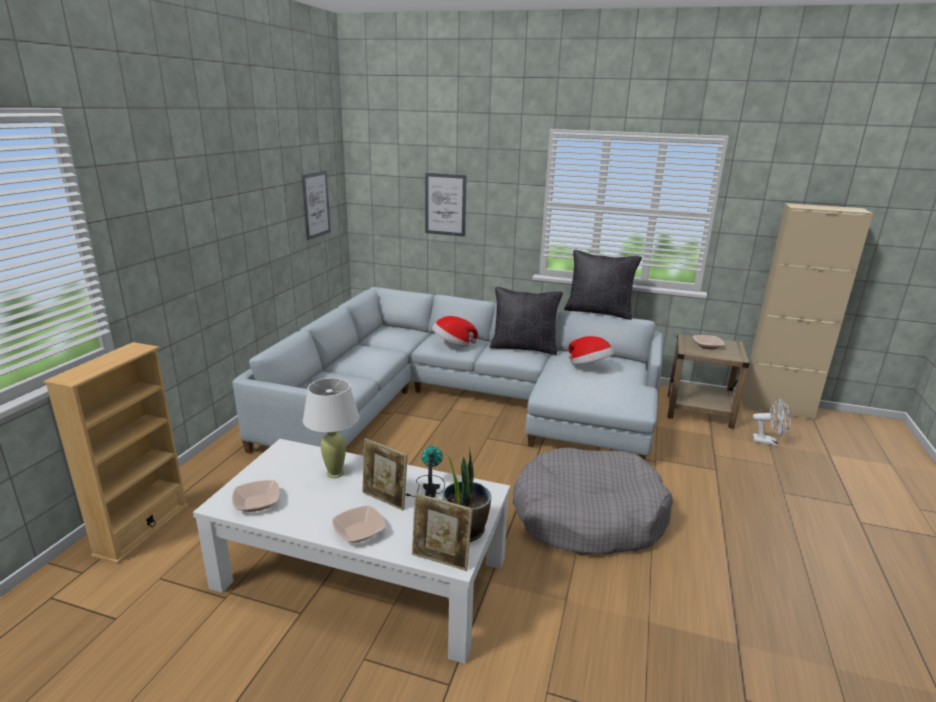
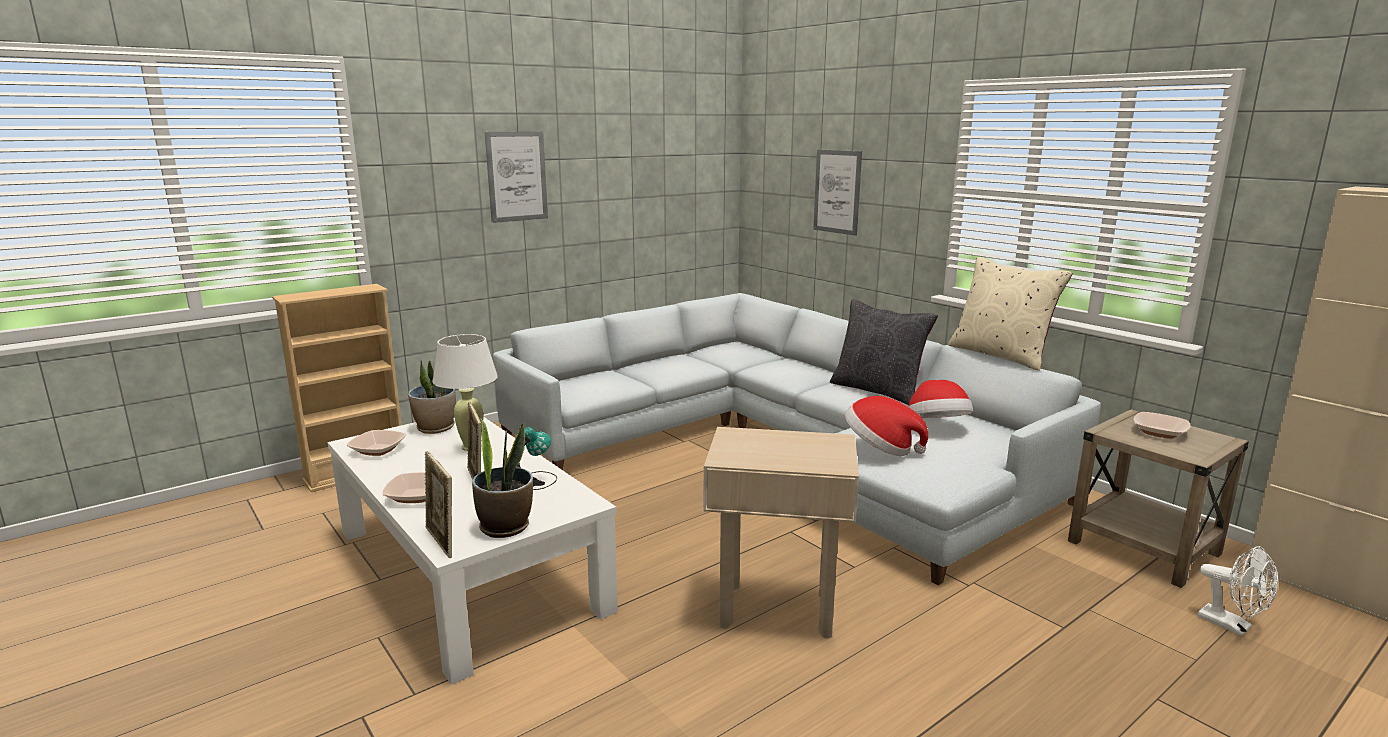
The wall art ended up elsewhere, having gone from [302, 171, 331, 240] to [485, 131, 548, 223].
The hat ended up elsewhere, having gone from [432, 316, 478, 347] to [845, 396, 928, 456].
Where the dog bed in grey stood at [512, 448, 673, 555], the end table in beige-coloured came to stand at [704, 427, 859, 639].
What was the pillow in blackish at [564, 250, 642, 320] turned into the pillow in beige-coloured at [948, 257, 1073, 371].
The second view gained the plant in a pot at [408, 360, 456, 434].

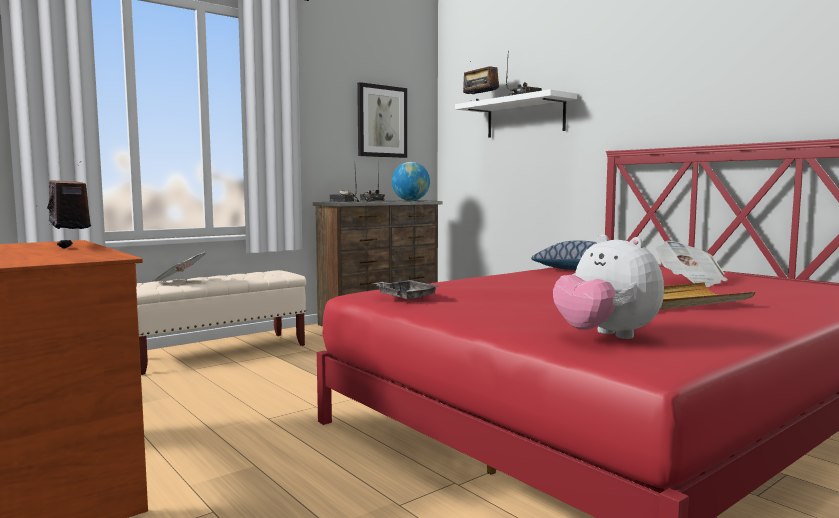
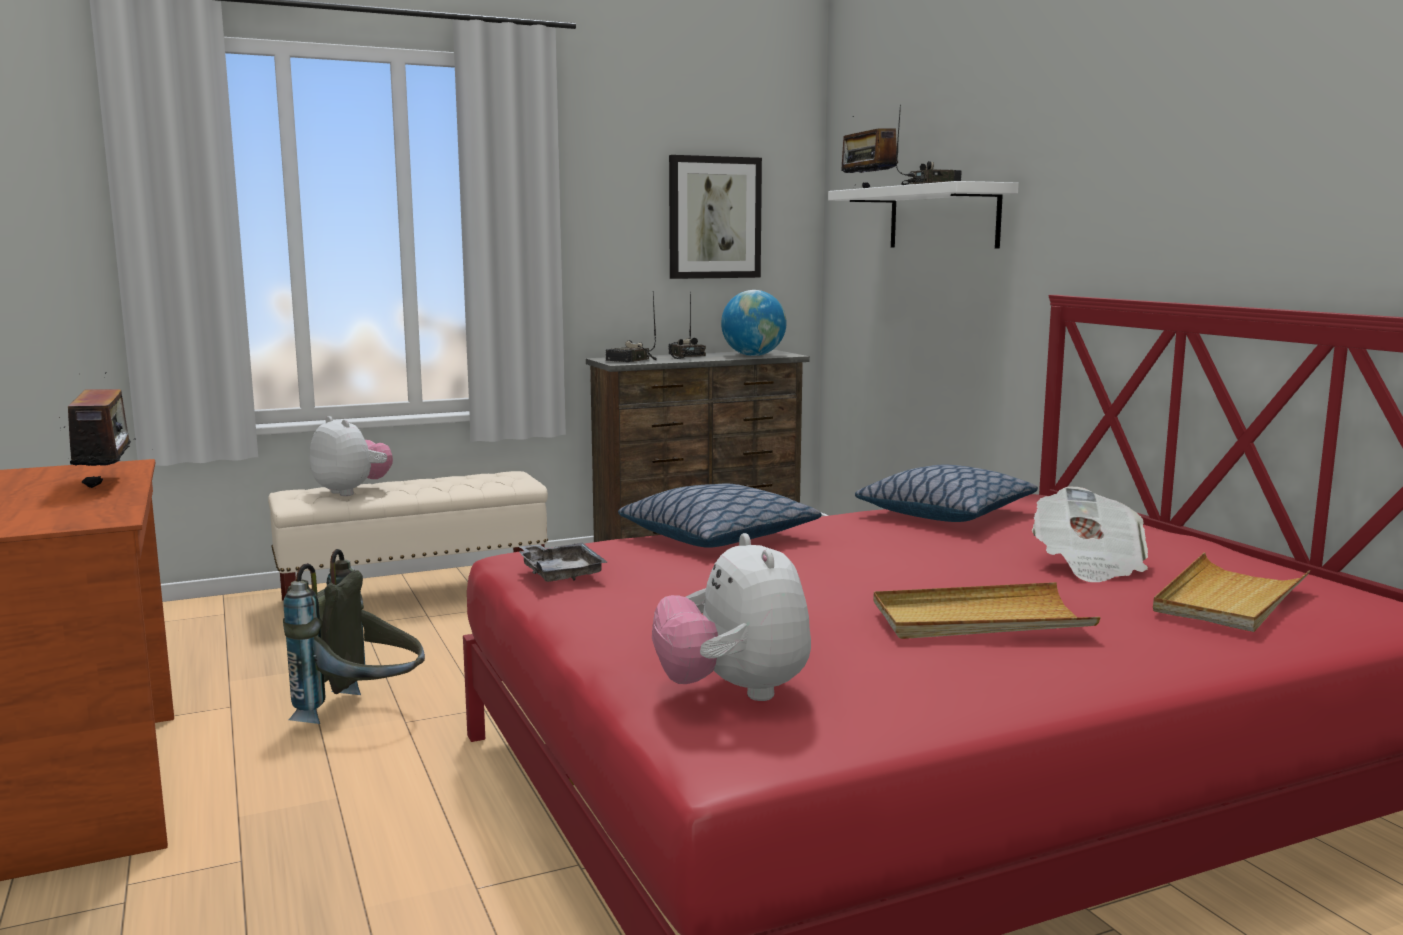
Where the newspaper stood at [152, 252, 206, 282], the plush toy came to stand at [310, 416, 393, 496].
The second view gained the backpack in grey at [283, 549, 425, 724].
The second view gained the pillow at [618, 484, 821, 548].
The second view gained the serving tray in beige-coloured at [1153, 553, 1311, 632].

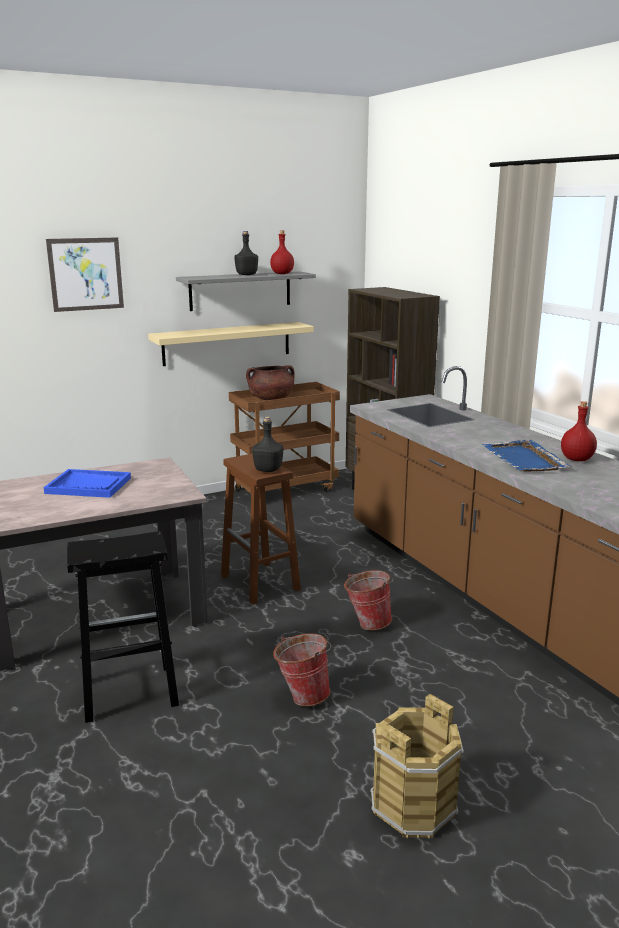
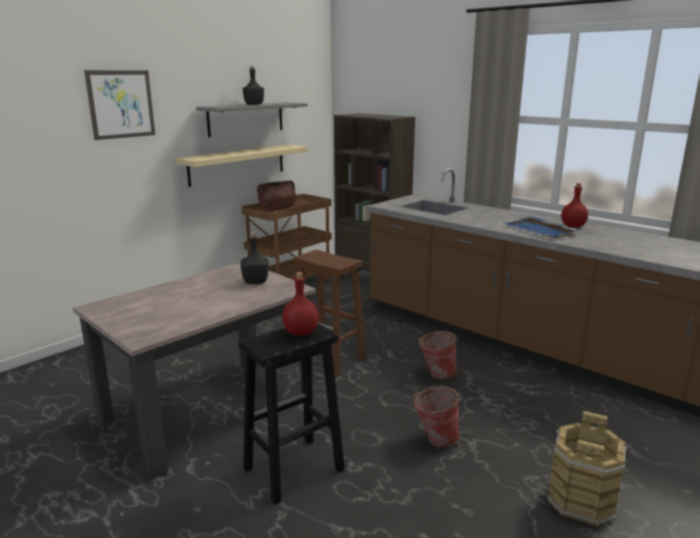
The second view lost the serving tray in blue at [44, 469, 131, 498].
The beverage bottle in blackish ended up elsewhere, having gone from [252, 417, 283, 472] to [241, 233, 269, 284].
The beverage bottle in red-coloured ended up elsewhere, having gone from [270, 231, 294, 274] to [282, 272, 319, 336].

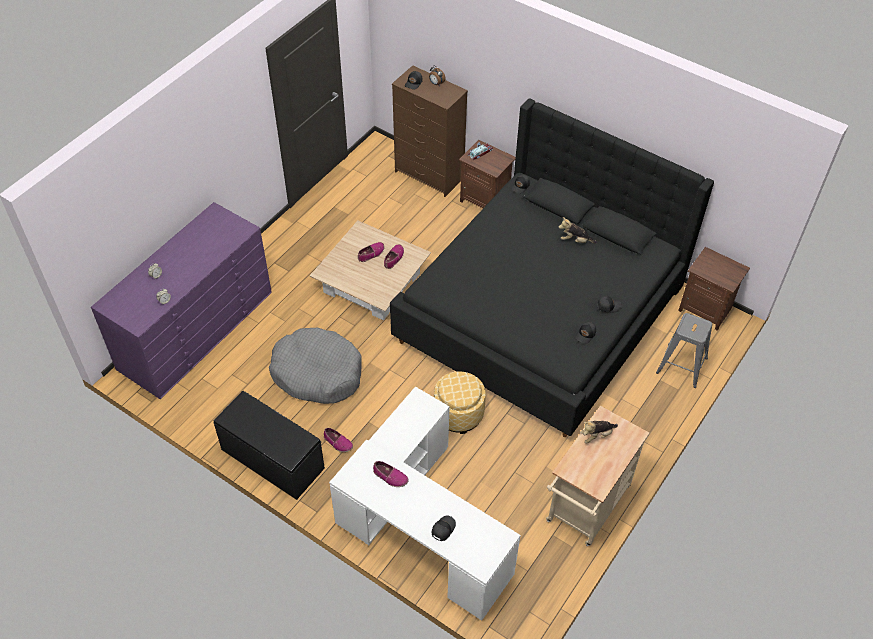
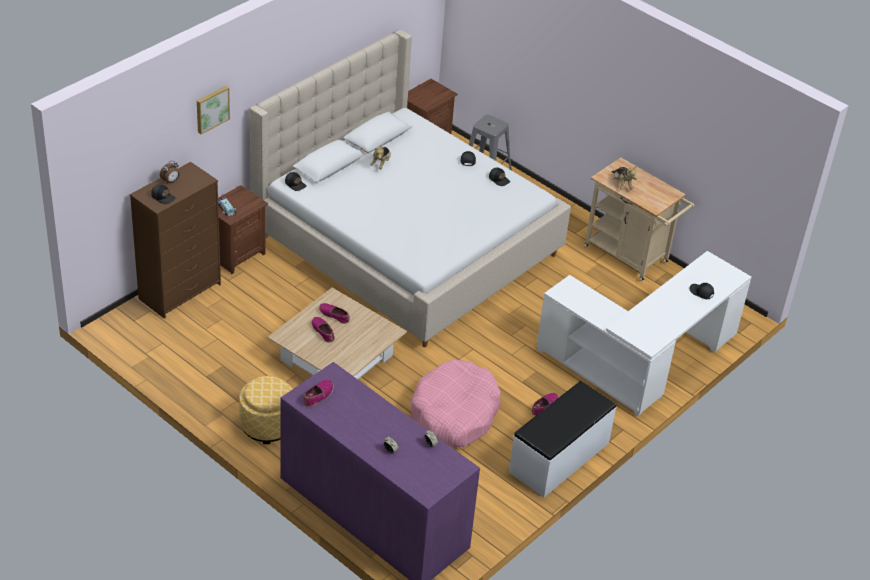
What was the bench in blackish at [214, 391, 325, 500] turned into the bench in white at [509, 381, 616, 497].
What was the dog bed in grey at [269, 328, 361, 404] turned into the dog bed in pinkish at [411, 360, 501, 447].
The item of footwear ended up elsewhere, having gone from [373, 461, 409, 487] to [303, 380, 334, 407].
What was the bed in blackish at [390, 99, 714, 437] turned into the bed in beige-coloured at [250, 29, 571, 347].
The footrest ended up elsewhere, having gone from [434, 371, 486, 434] to [239, 376, 292, 444].
The second view gained the wall art at [197, 86, 230, 134].

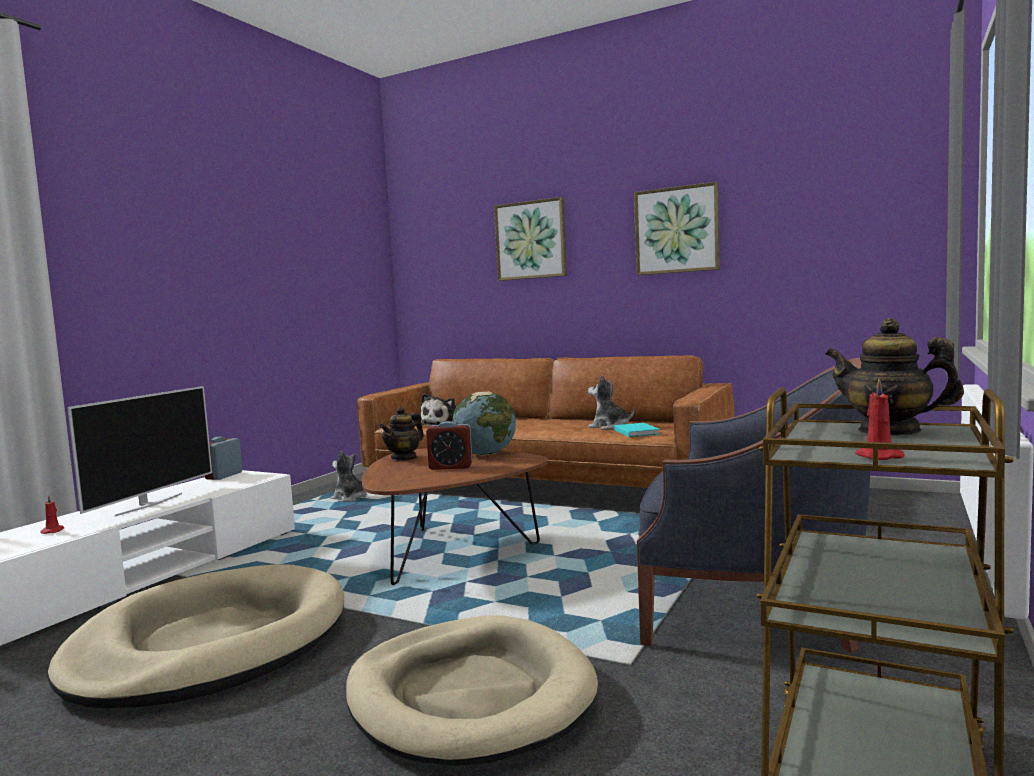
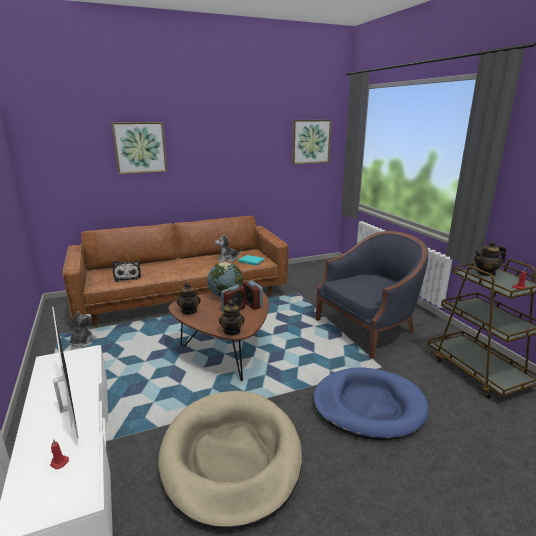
The alarm clock ended up elsewhere, having gone from [205, 437, 242, 480] to [243, 280, 263, 310].
The plush toy at [330, 451, 367, 502] ended up facing another way, 120 degrees clockwise from before.
What was the dog bed in beige-coloured at [346, 616, 598, 766] turned into the dog bed in blue at [313, 367, 429, 440].
The wall art ended up elsewhere, having gone from [634, 182, 720, 275] to [292, 120, 332, 164].
The second view gained the pot for tea at [219, 300, 245, 336].

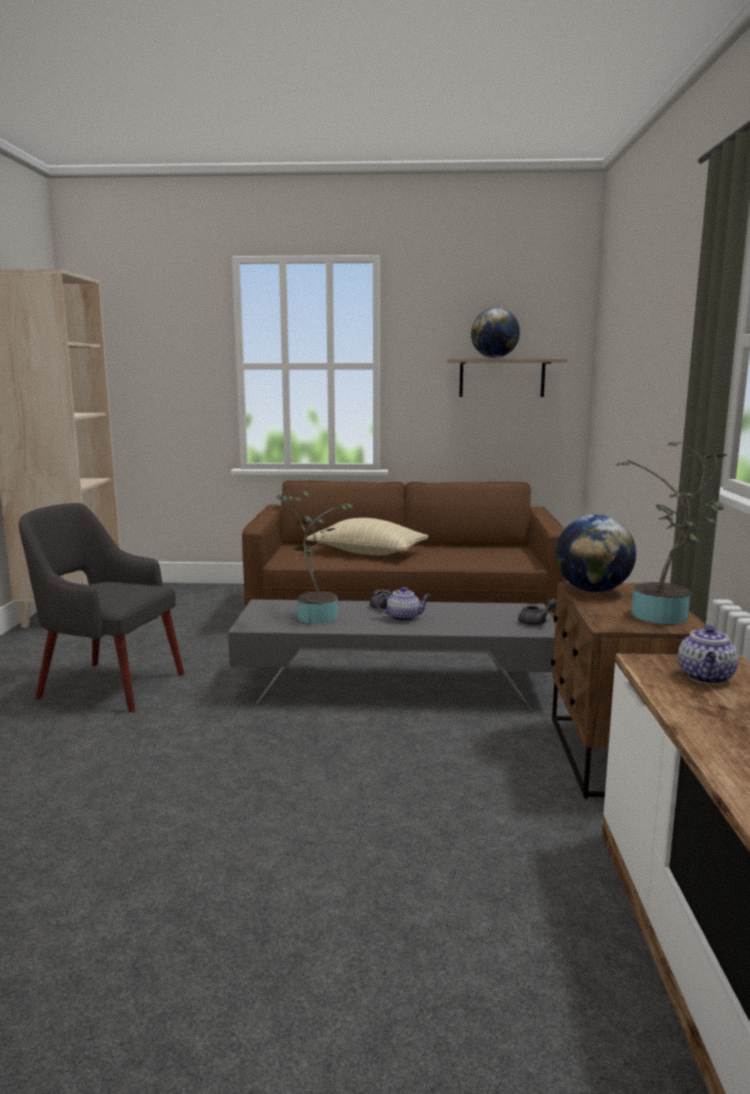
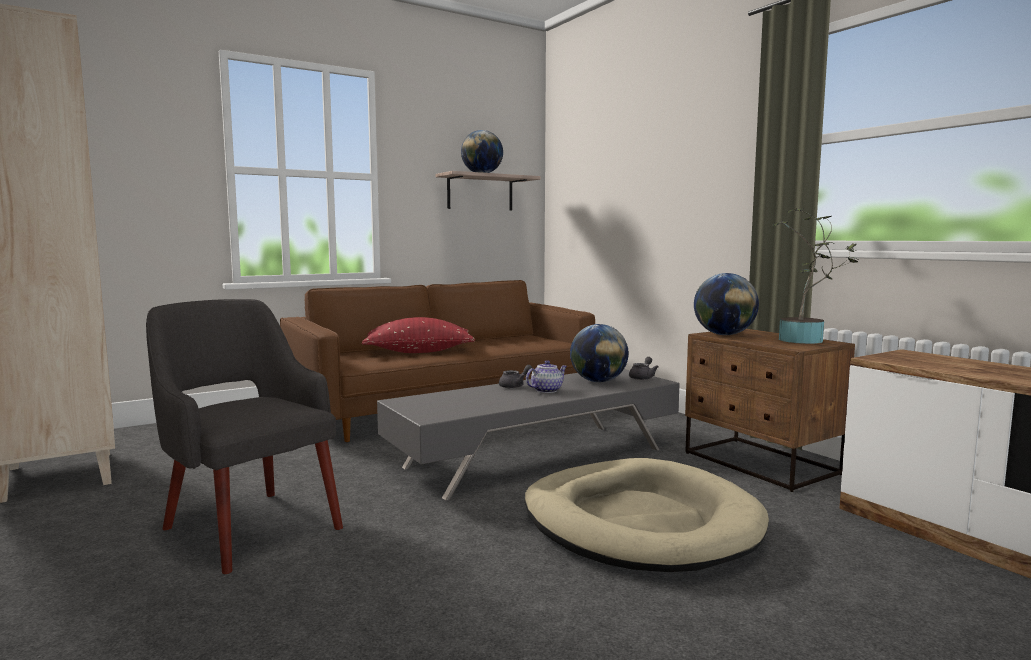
The lounge chair in grey at [19, 503, 184, 712] ended up facing another way, 60 degrees clockwise from before.
The second view lost the plant in a pot at [277, 491, 354, 624].
What was the pillow in beige-coloured at [306, 518, 428, 555] turned into the pillow in red-coloured at [362, 317, 475, 353].
The second view lost the pot for tea at [678, 625, 739, 684].
The second view gained the dog bed in beige-coloured at [525, 458, 769, 572].
The second view gained the globe at [570, 324, 629, 382].

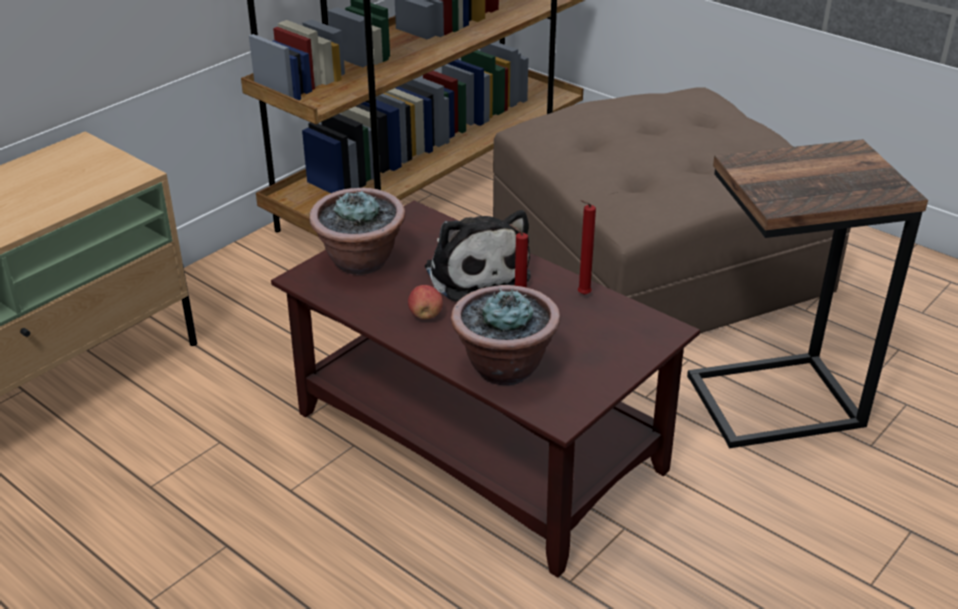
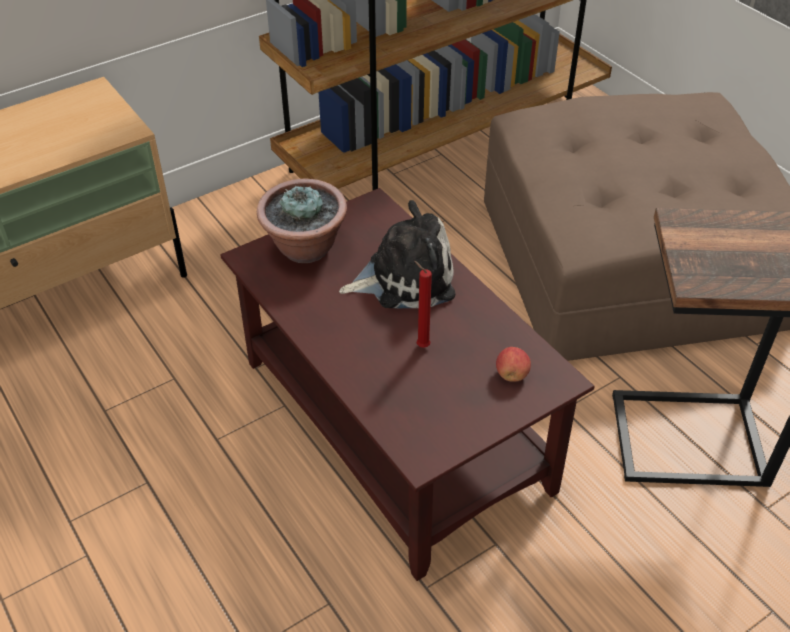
The whole apple ended up elsewhere, having gone from [408, 285, 443, 320] to [496, 347, 531, 382].
The plush toy at [425, 210, 531, 302] ended up facing another way, 90 degrees counterclockwise from before.
The second view lost the plant in a pot at [451, 285, 560, 385].
The second view lost the candle in red-coloured at [578, 200, 596, 295].

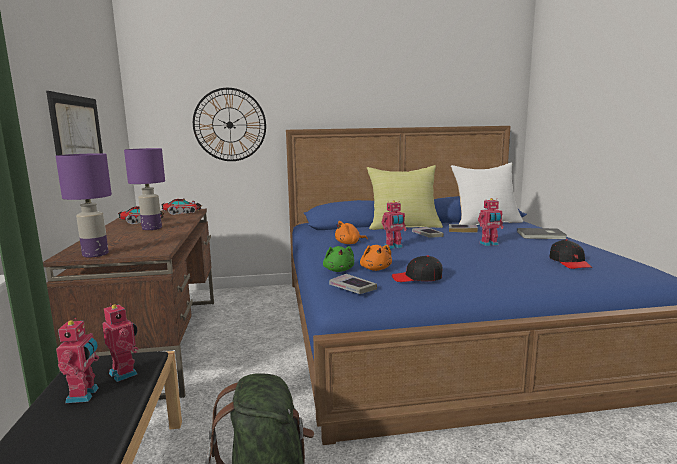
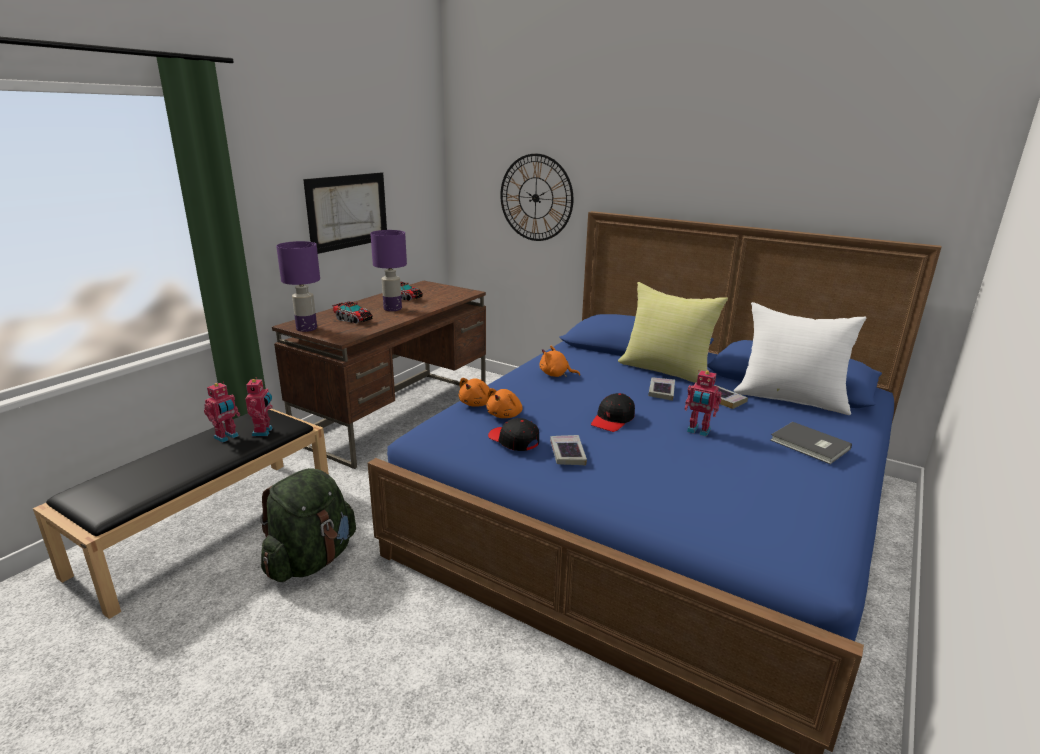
The toy lorry ended up elsewhere, having gone from [161, 198, 202, 215] to [333, 301, 373, 324].
What was the plush toy in greenish at [323, 246, 354, 272] turned into the plush toy in orange-coloured at [459, 378, 490, 407].
The volume ended up elsewhere, having gone from [329, 274, 377, 294] to [550, 435, 587, 465].
The second view lost the model robot at [381, 200, 407, 249].
The cap in blackish ended up elsewhere, having gone from [549, 239, 592, 269] to [591, 393, 635, 432].

